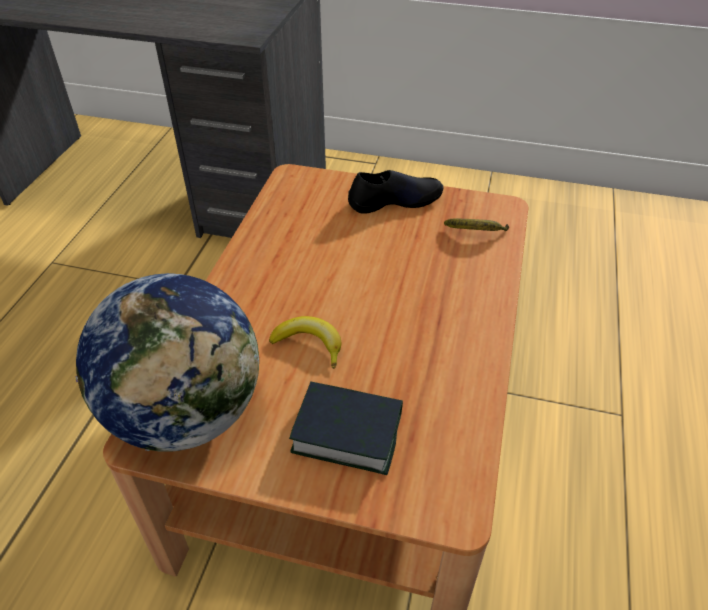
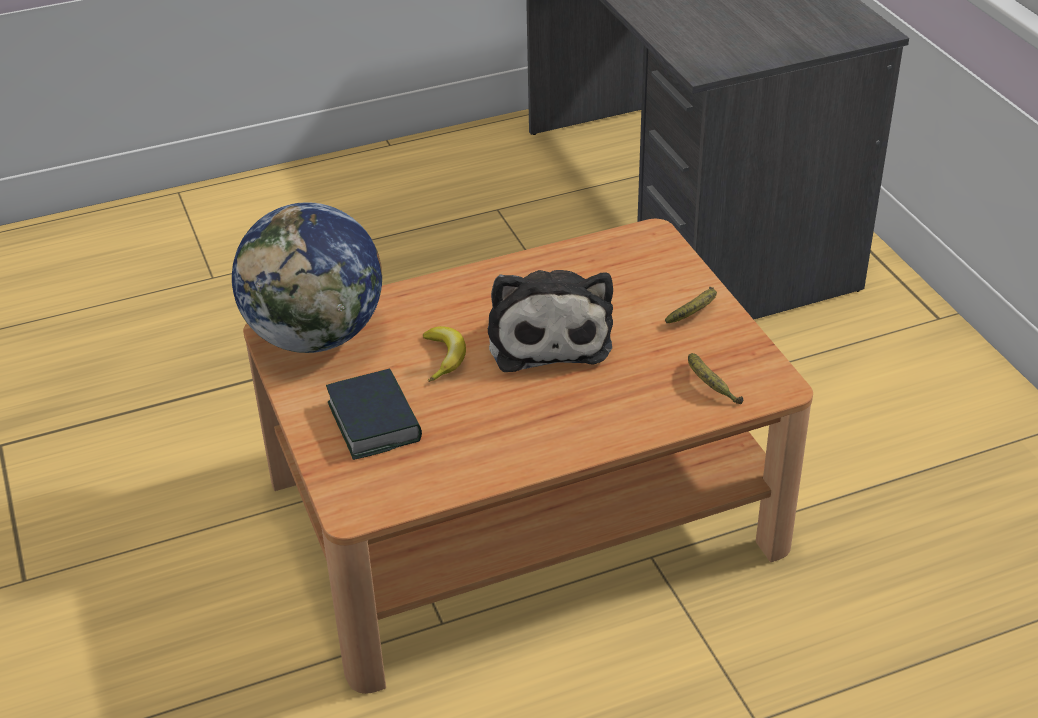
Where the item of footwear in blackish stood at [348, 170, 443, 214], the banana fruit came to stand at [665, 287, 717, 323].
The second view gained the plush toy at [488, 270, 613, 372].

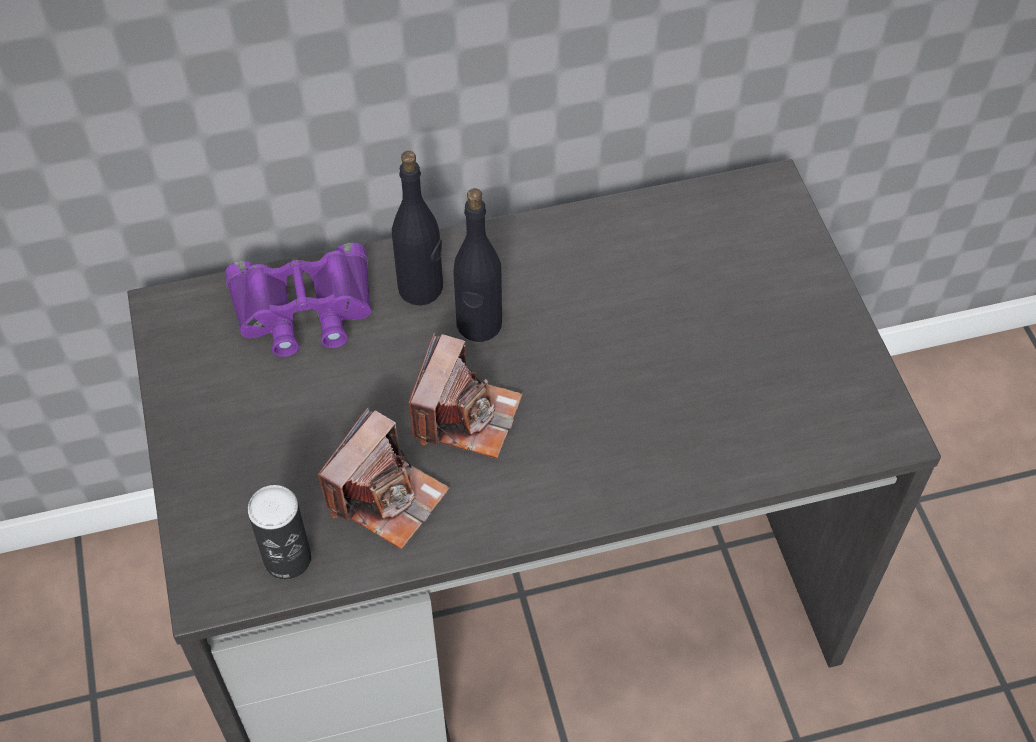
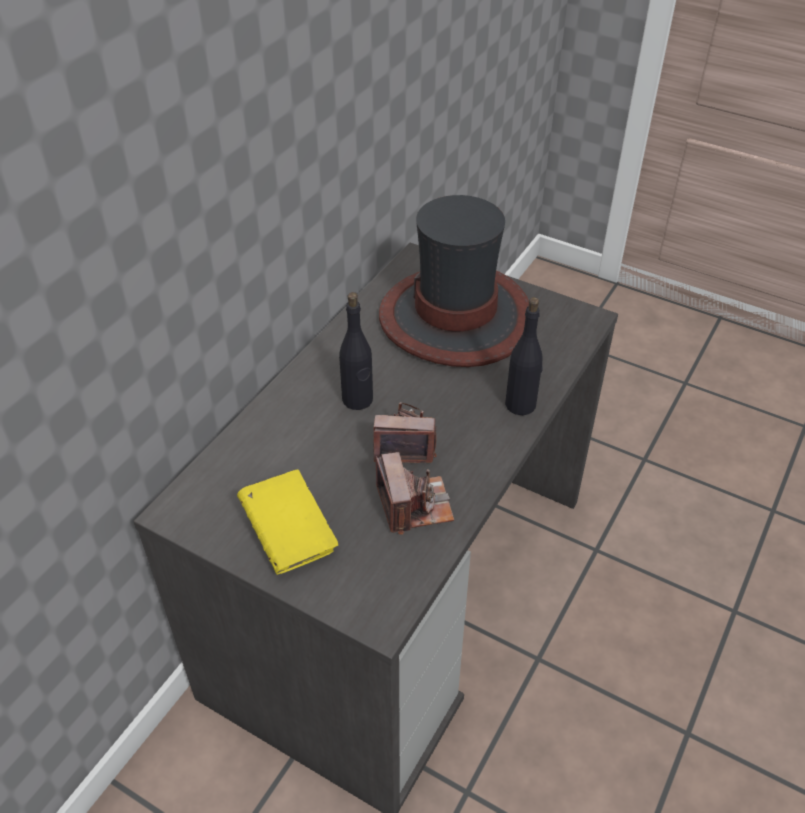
The second view lost the field glasses in purple at [225, 242, 371, 357].
The second view lost the can at [247, 485, 311, 579].
The beverage bottle in blackish ended up elsewhere, having gone from [392, 151, 443, 306] to [505, 297, 543, 415].
The photo camera at [409, 333, 523, 459] ended up facing another way, 60 degrees counterclockwise from before.
The second view gained the volume in yellow-coloured at [237, 469, 338, 575].
The second view gained the hat at [379, 195, 529, 367].

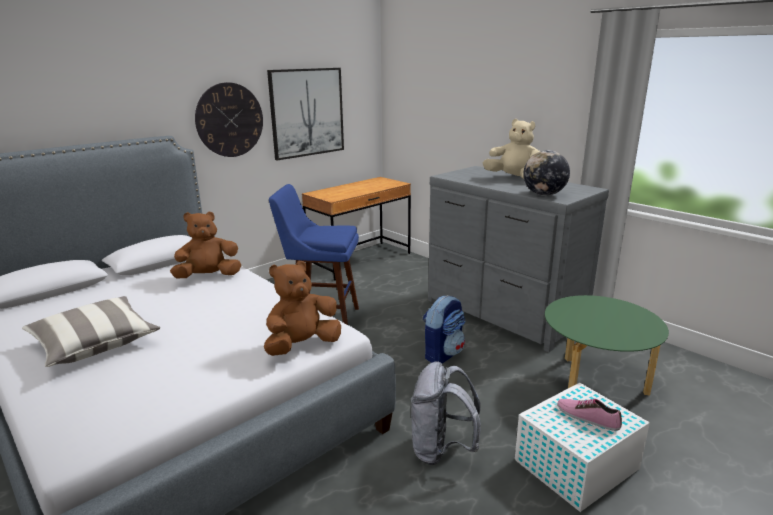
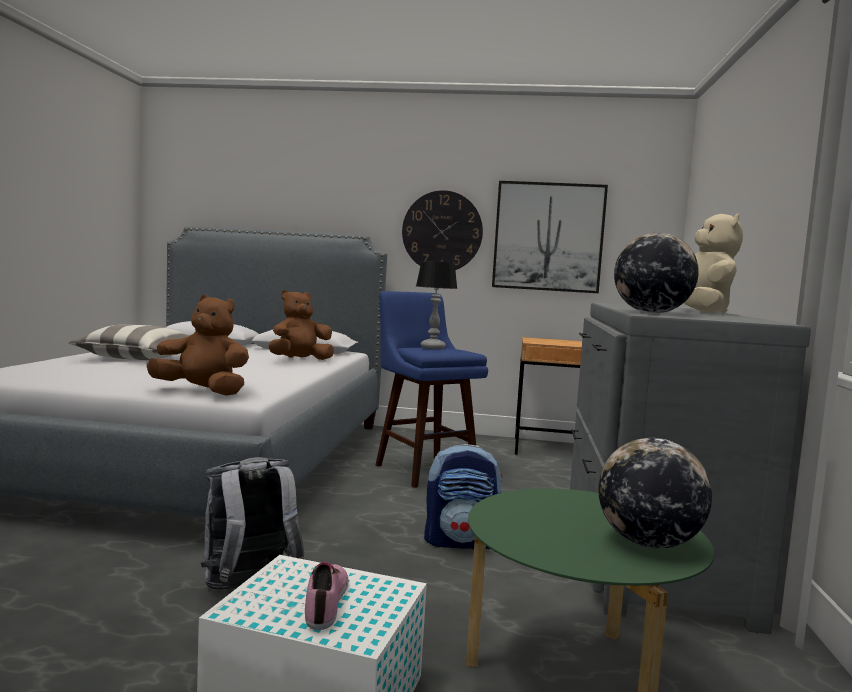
The plush toy in brownish at [170, 211, 241, 278] ended up facing another way, 60 degrees counterclockwise from before.
The second view gained the tabletop lamp at [416, 261, 457, 349].
The second view gained the globe at [598, 438, 712, 548].

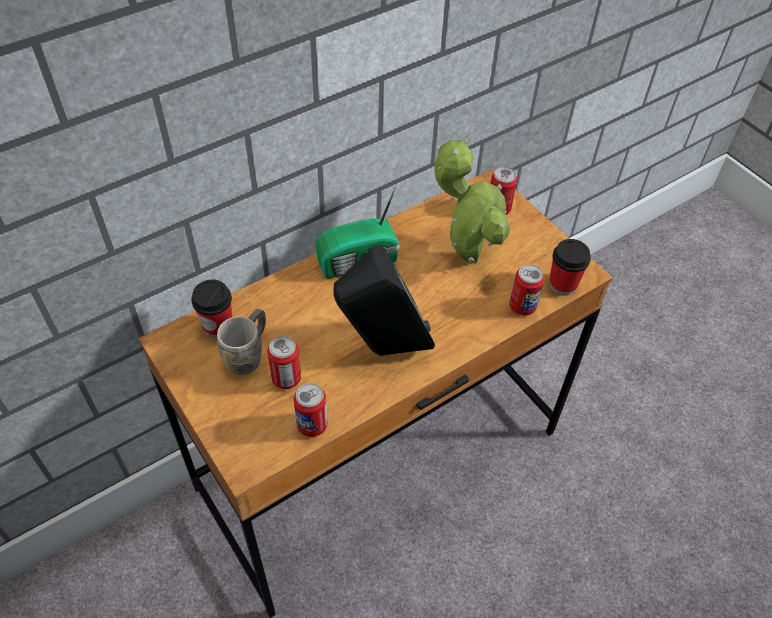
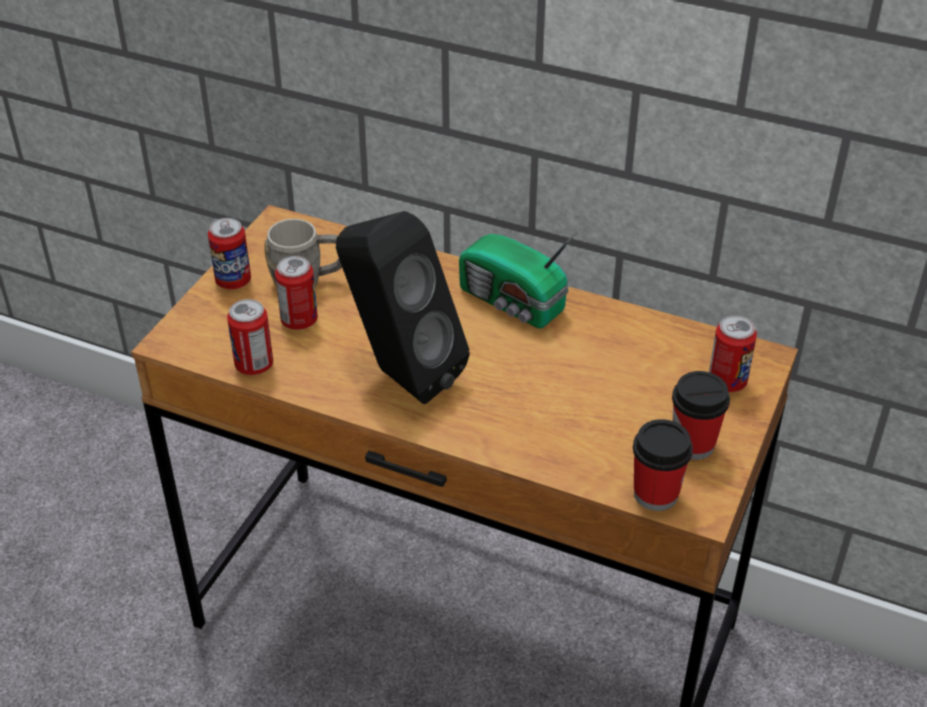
The drinking cup ended up elsewhere, having gone from [191, 280, 232, 338] to [672, 371, 730, 460].
The second view lost the plant in a pot at [434, 139, 510, 263].
The can ended up elsewhere, having gone from [509, 264, 544, 316] to [208, 218, 251, 289].

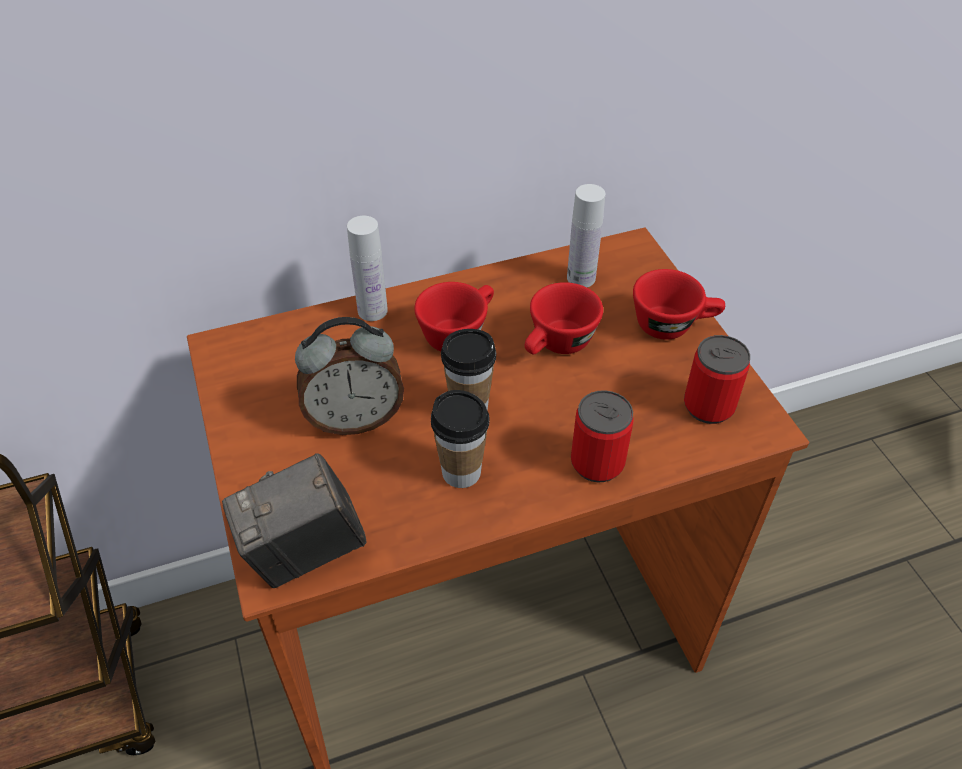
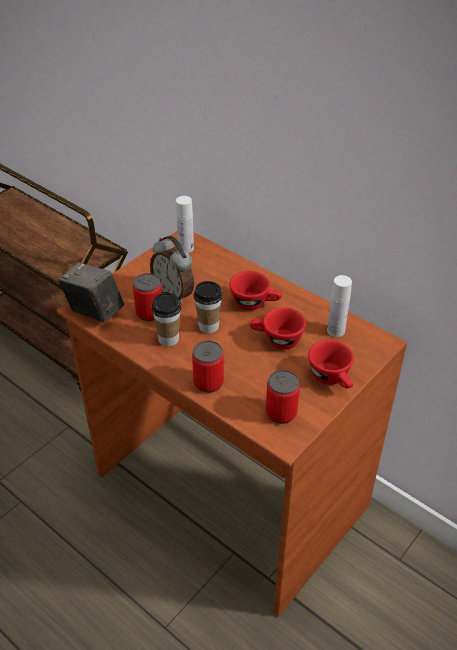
The beverage bottle in white ended up elsewhere, having gone from [347, 216, 388, 321] to [176, 196, 194, 253].
The second view gained the can at [133, 273, 162, 321].

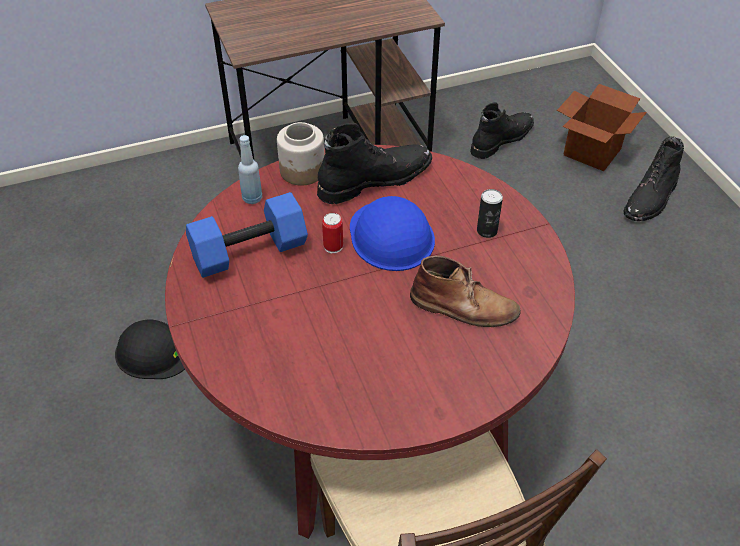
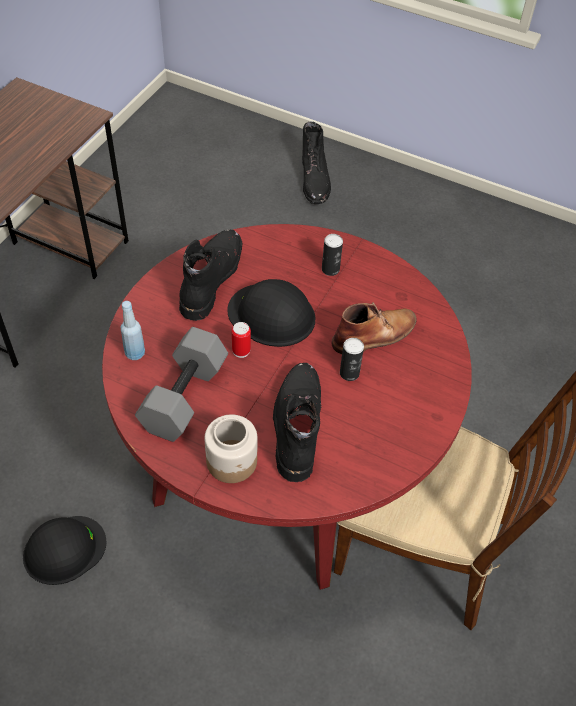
What was the hand weight in blue at [186, 192, 308, 278] turned into the hand weight in grey at [135, 327, 228, 442].
The preserve jar ended up elsewhere, having gone from [277, 122, 325, 185] to [204, 415, 257, 483].
What was the work helmet in blue at [350, 196, 435, 271] turned into the work helmet in blackish at [227, 279, 315, 347].
The tall boot in blackish ended up elsewhere, having gone from [470, 102, 534, 159] to [273, 363, 322, 482].
The second view lost the packing box at [557, 84, 647, 171].
The second view gained the can at [340, 338, 364, 381].

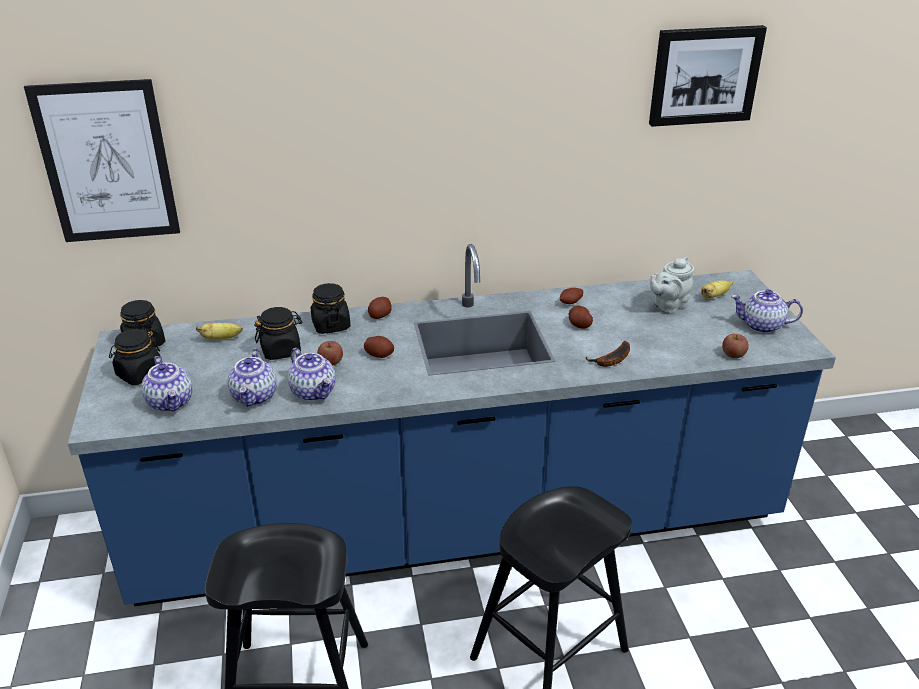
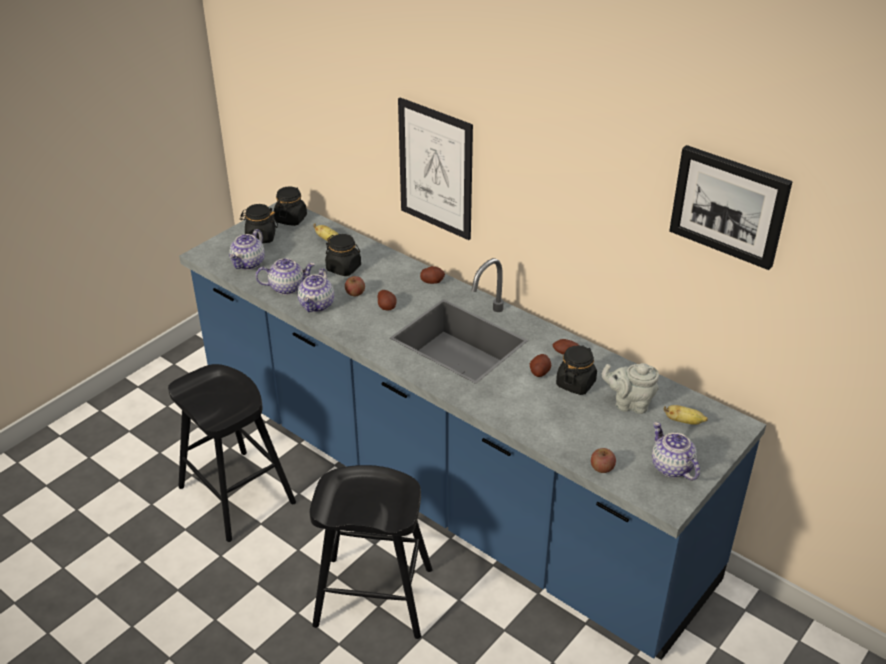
The wall art ended up elsewhere, having gone from [24, 79, 180, 242] to [398, 98, 473, 240].
The pot for tea at [228, 348, 277, 407] ended up facing another way, 150 degrees counterclockwise from before.
The preserve jar in blackish ended up elsewhere, having gone from [311, 283, 351, 334] to [556, 345, 597, 395].
The second view lost the banana fruit at [585, 341, 630, 367].

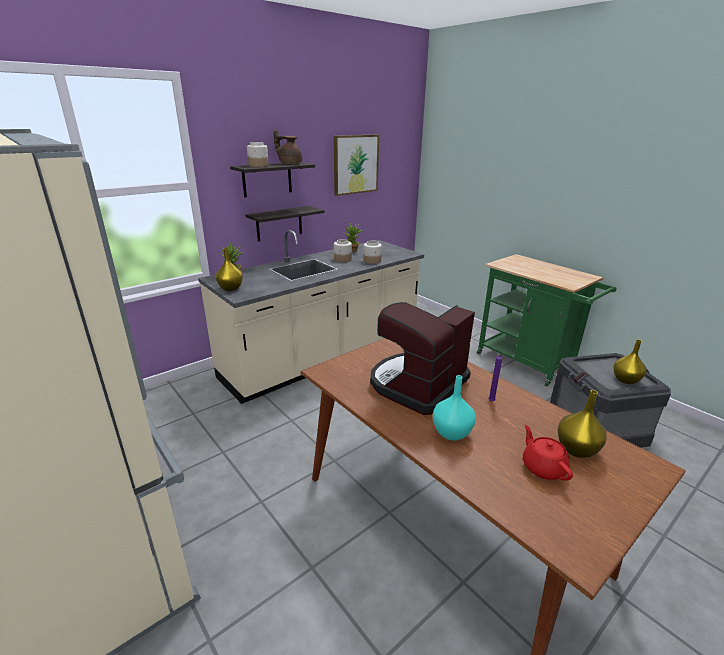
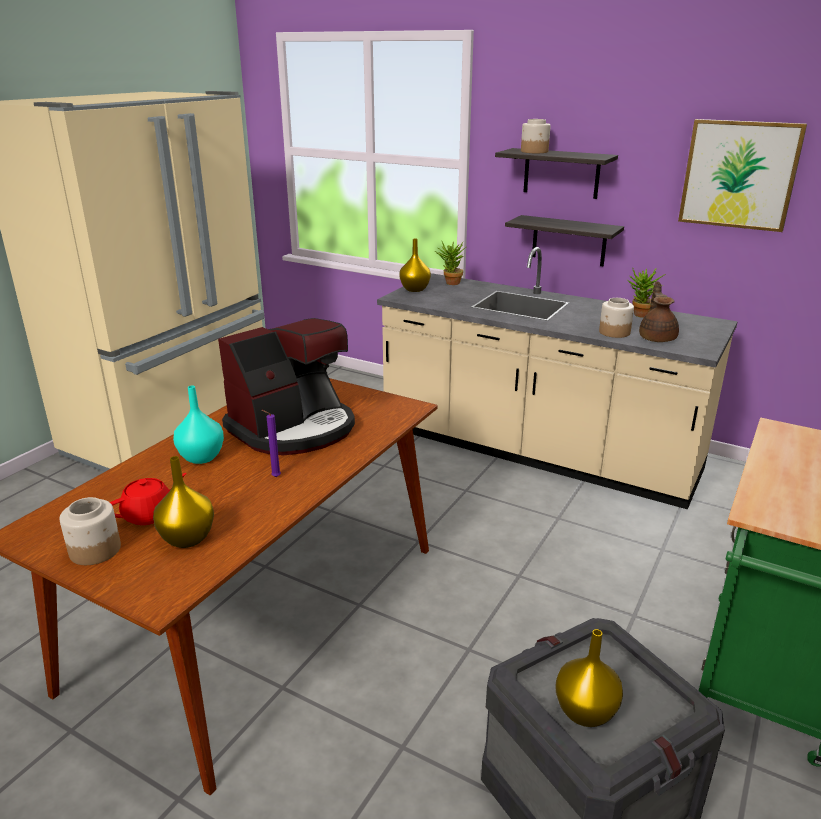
The pot for tea in brownish ended up elsewhere, having gone from [274, 130, 302, 164] to [639, 281, 679, 342].
The preserve jar ended up elsewhere, having gone from [334, 239, 352, 262] to [60, 497, 121, 565].
The coffee maker at [370, 302, 475, 415] ended up facing another way, 120 degrees clockwise from before.

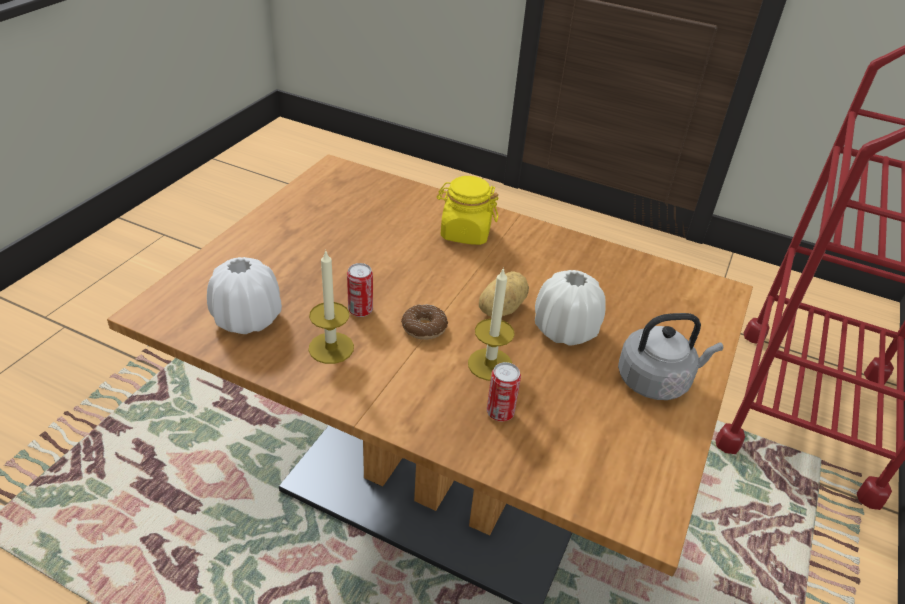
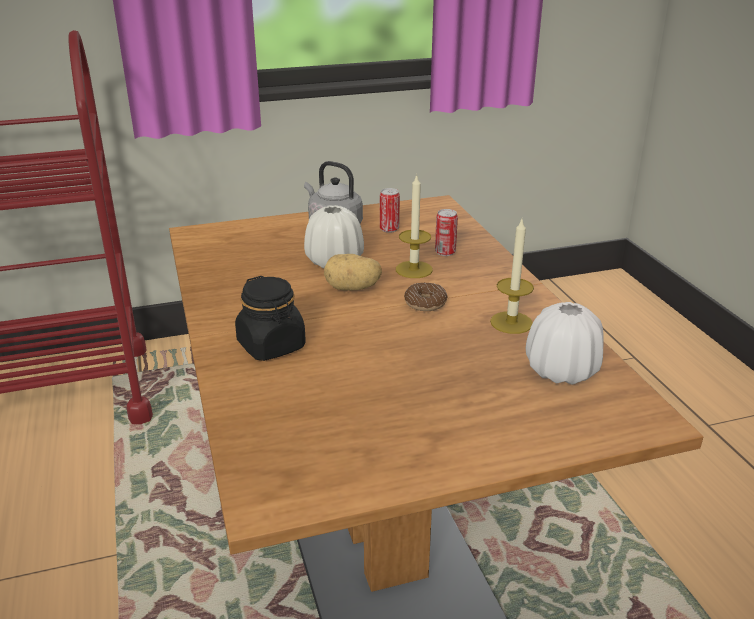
The can ended up elsewhere, having gone from [347, 263, 373, 317] to [380, 188, 400, 233].
What was the preserve jar in yellow-coloured at [437, 176, 499, 245] turned into the preserve jar in blackish at [235, 276, 306, 361].

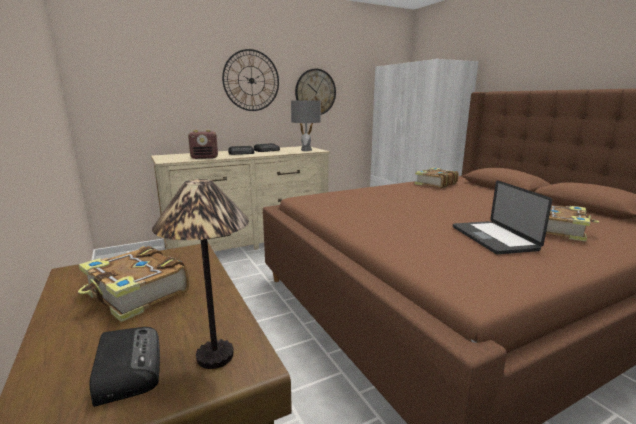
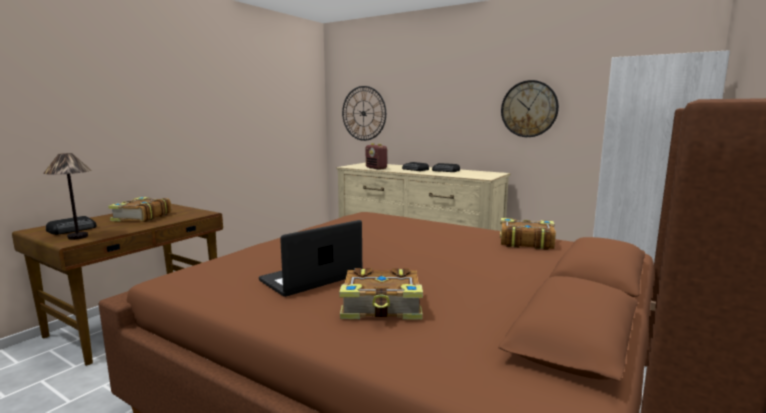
The hanging clock ended up elsewhere, having gone from [222, 49, 279, 111] to [342, 86, 386, 141].
The second view lost the tabletop lamp in grey at [291, 100, 321, 151].

